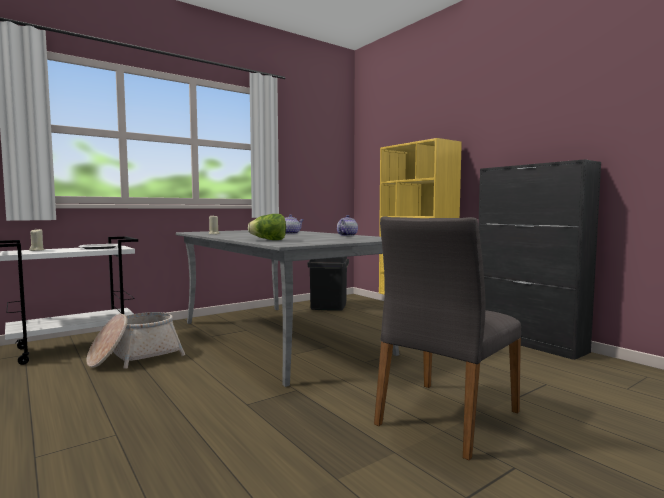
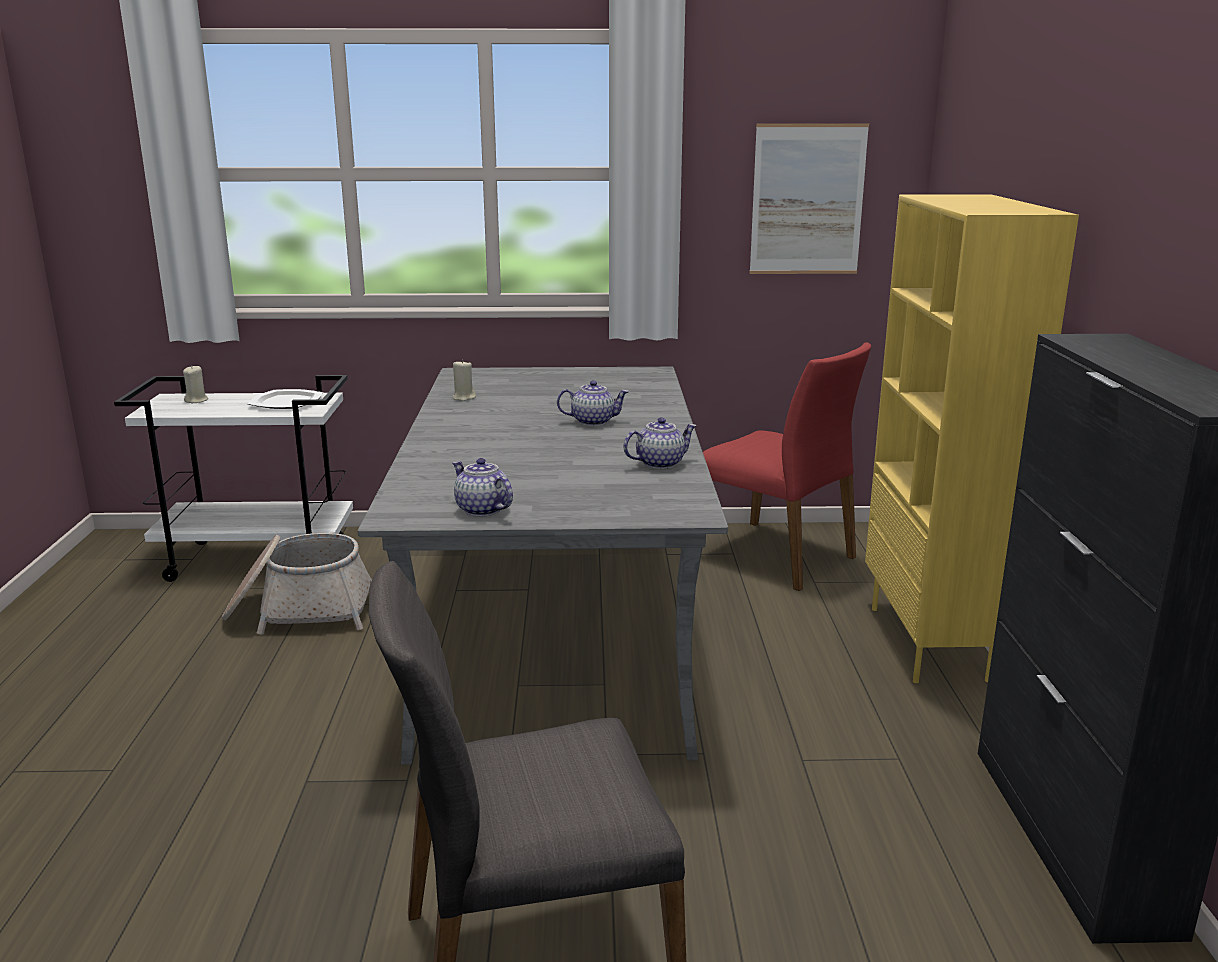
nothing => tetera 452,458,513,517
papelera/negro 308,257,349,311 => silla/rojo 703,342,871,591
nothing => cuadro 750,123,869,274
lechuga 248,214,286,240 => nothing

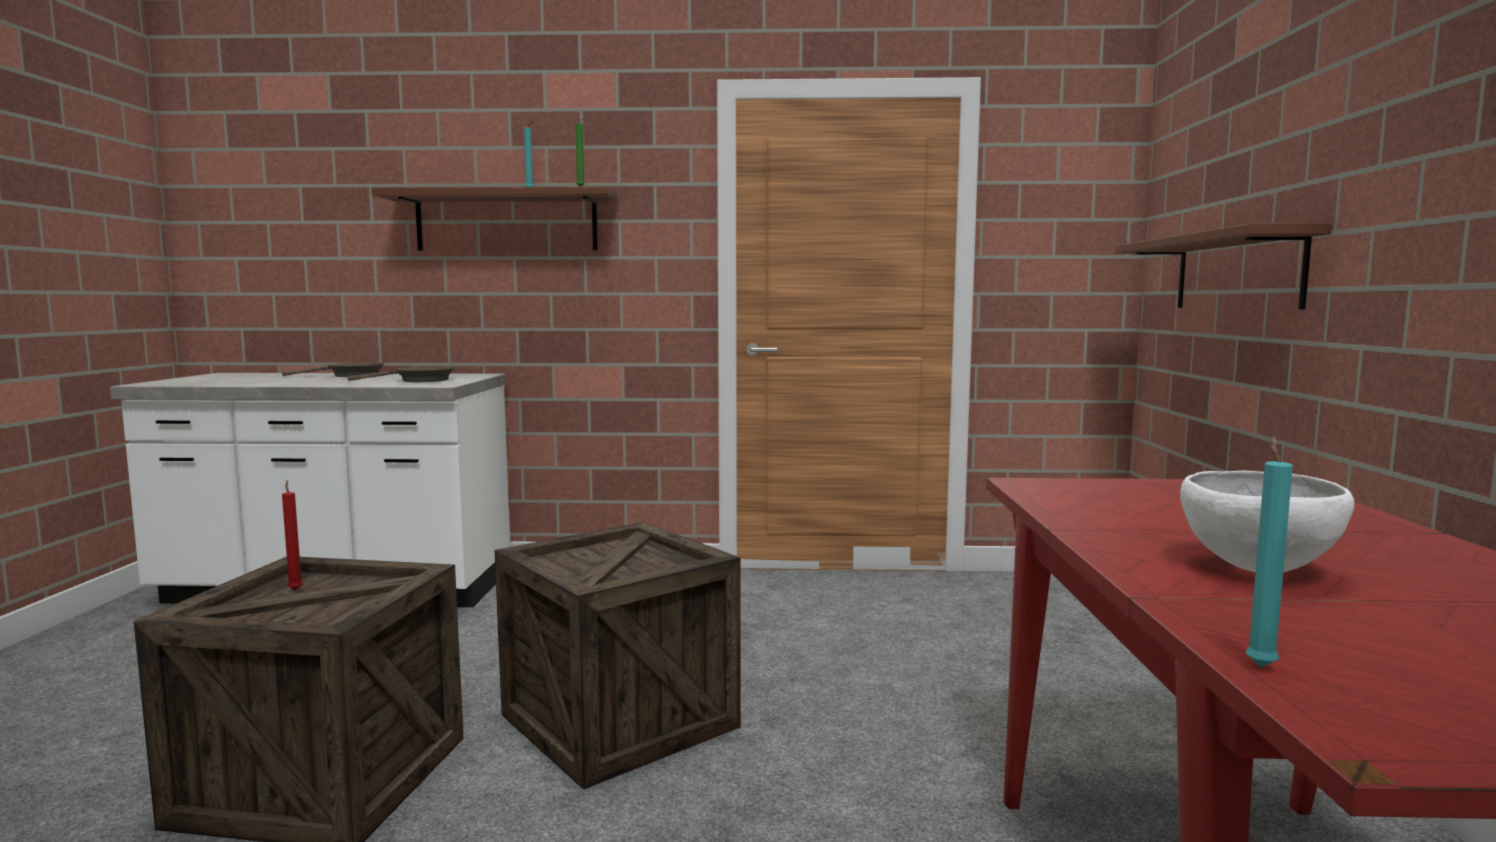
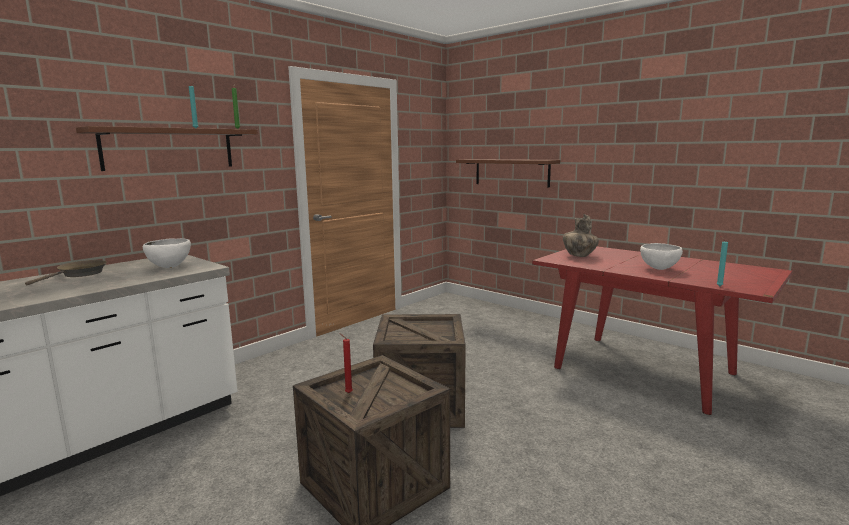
sartén/marrón 348,366,455,382 => cuenco/blanco 143,238,191,268
nothing => florero 563,214,599,257

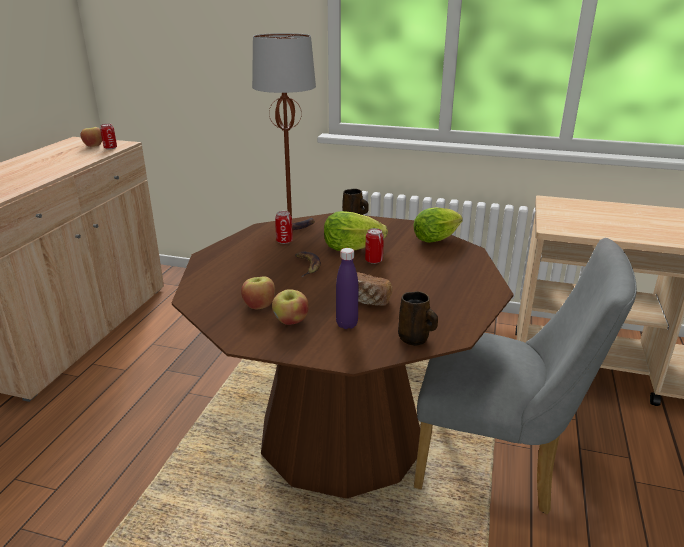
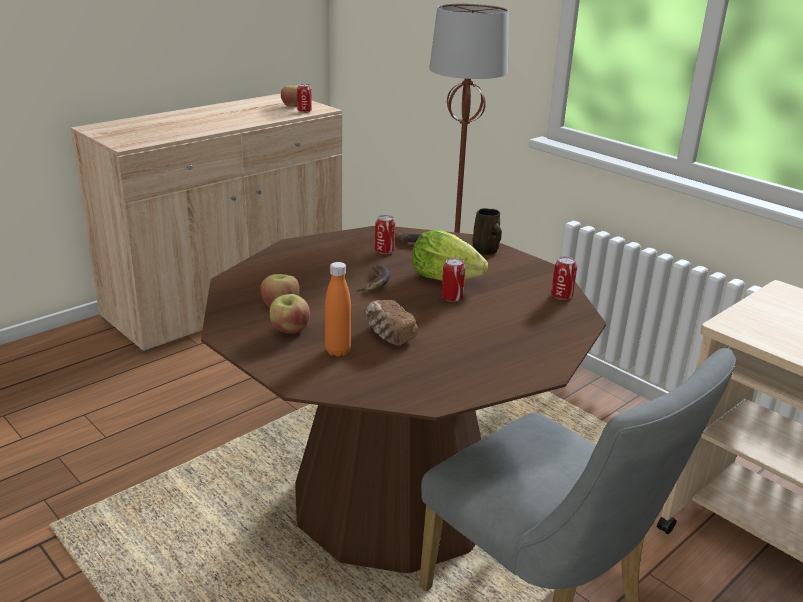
botella/morado 336,248,358,329 => botella/naranja 325,262,351,356
lechuga 414,208,463,243 => lata 551,256,577,300
taza grande/marrón 398,291,438,346 => nothing

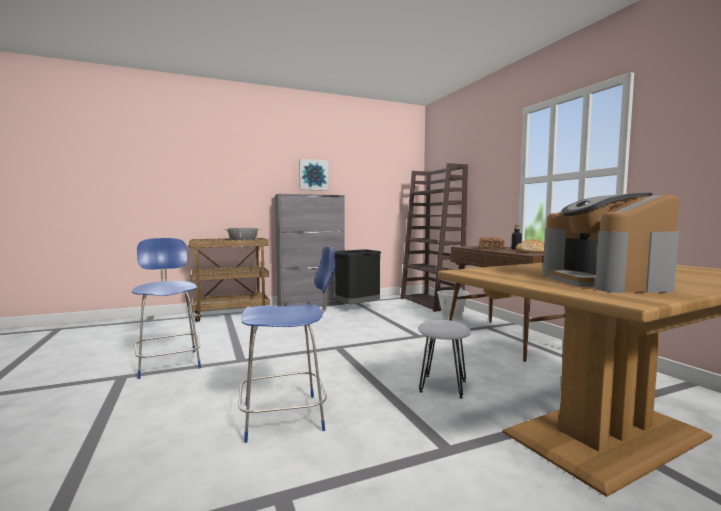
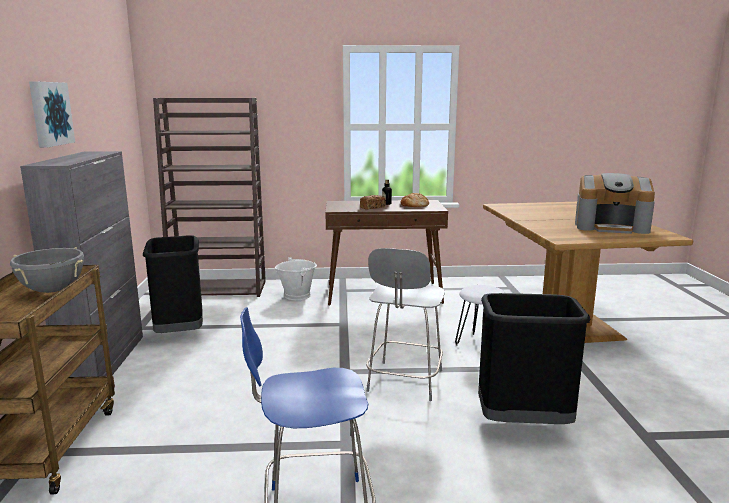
nothing => silla/gris 366,248,445,401
silla/azul 238,246,335,443 => papelera/negro 478,293,590,424

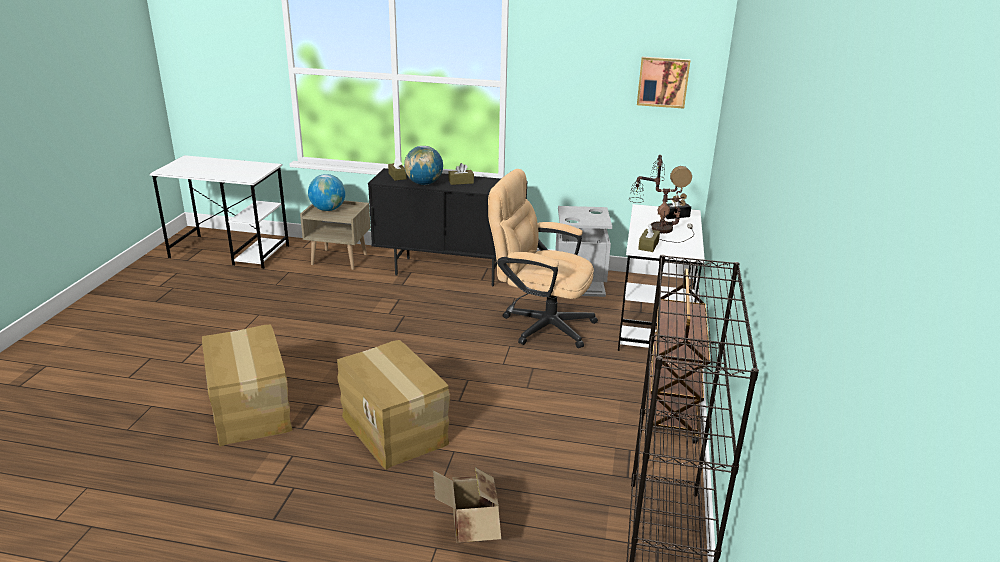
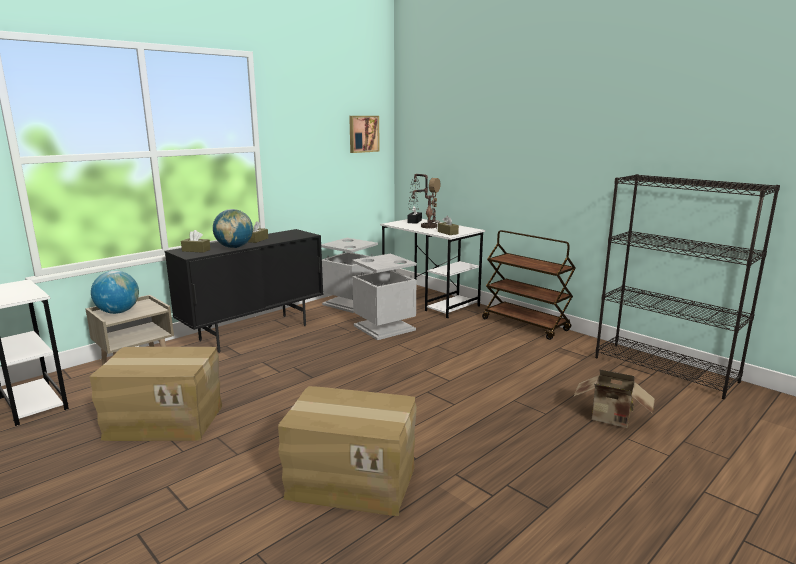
caja de cartón 337,340,450,470 => caja de cartón 90,347,222,441, moved
silla de oficina/beis 488,169,598,348 => papelera/gris 352,254,417,340

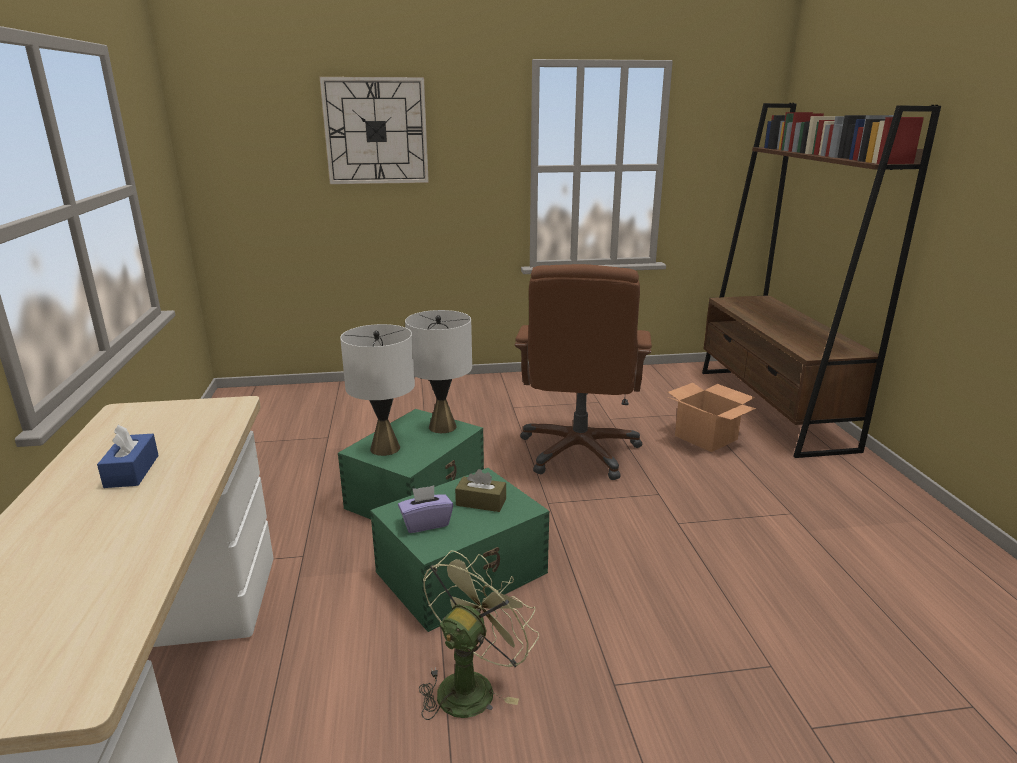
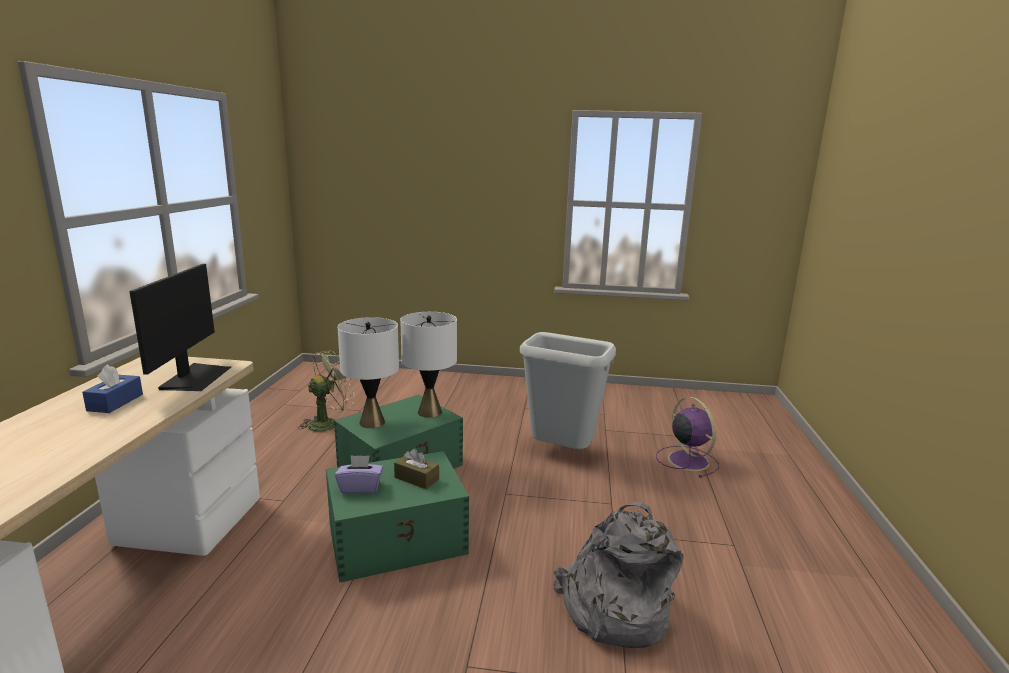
nothing => monitor 129,264,231,391
ventilador/verde 419,550,539,720 => ventilador/verde 299,350,355,431, moved
silla de oficina/marrón 515,264,652,480 => papelera/gris 520,332,616,449
nothing => mochila/gris 554,502,684,648
caja de cartón 668,383,756,452 => ventilador/morado 656,397,719,478
reloj de pared 320,77,429,184 => nothing
estantería/marrón 702,103,941,458 => nothing

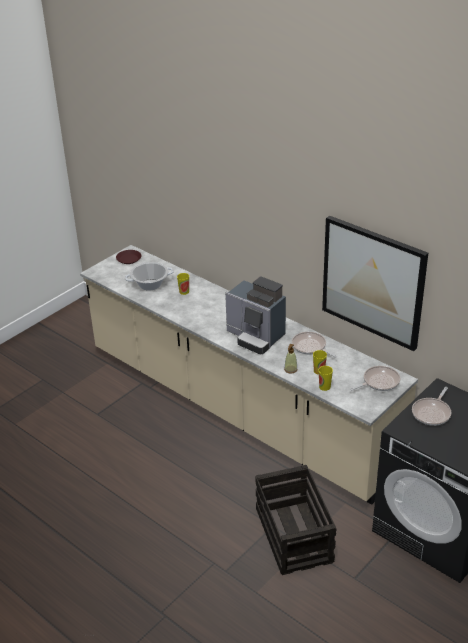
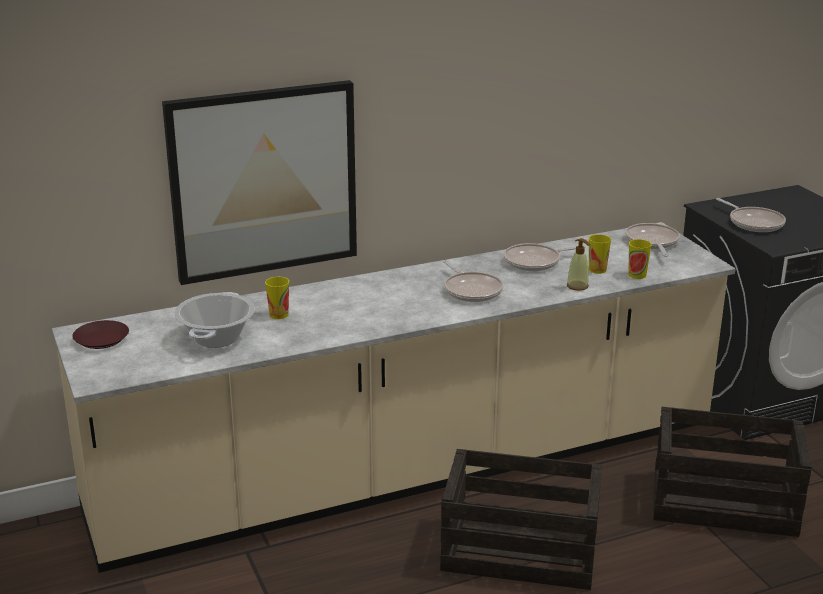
cuadro 322,215,428,351 => cuadro 162,80,357,285, moved
nothing => caja de embalaje 440,449,602,590
cafetera 225,276,286,354 => sartén 443,260,503,302

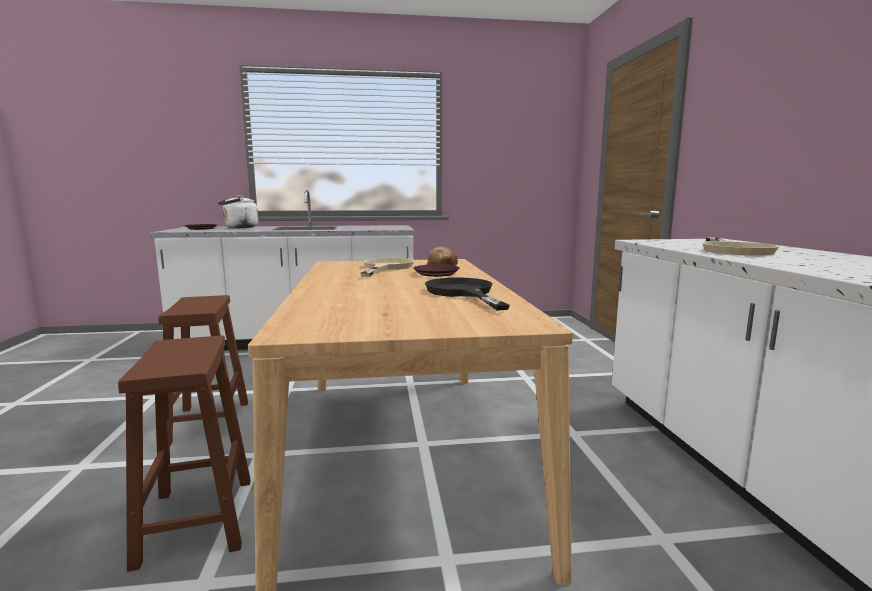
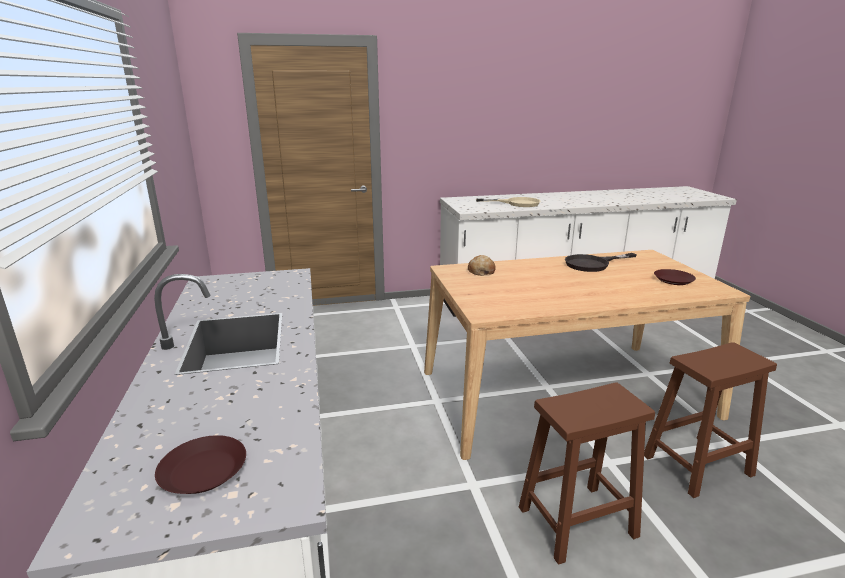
plato/marrón 413,264,460,277 => plato/marrón 654,269,696,285, moved
hervidor/blanco 218,195,258,228 => nothing
sartén/beis 360,258,414,277 => nothing

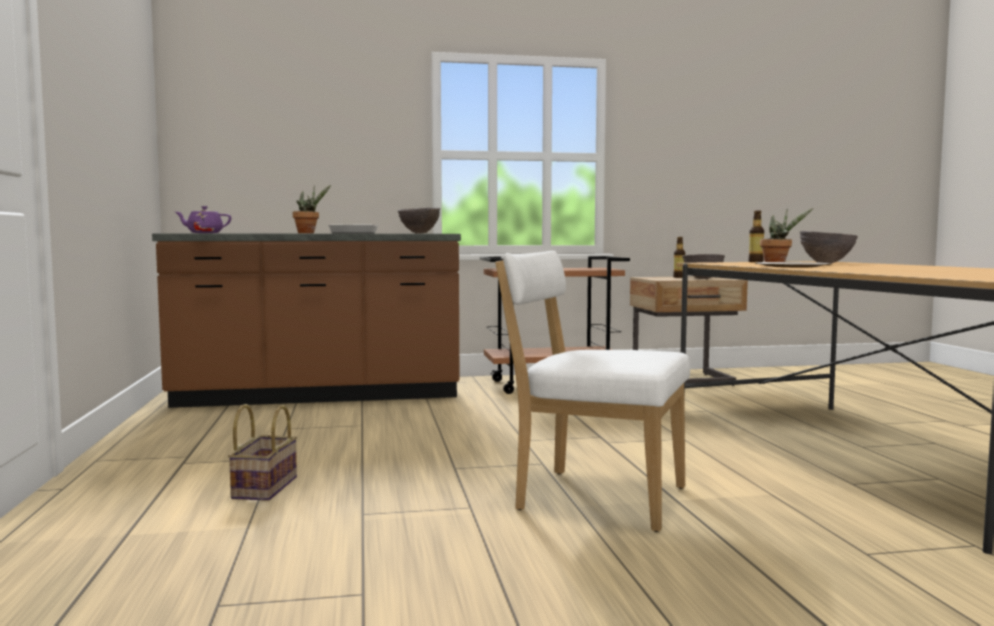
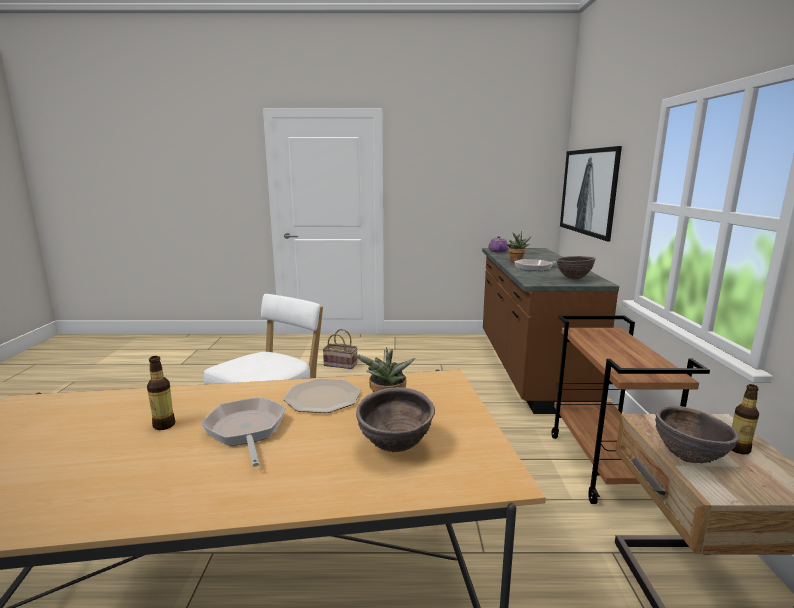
botella 748,210,764,262 => botella 147,356,175,430, moved
nothing => sartén 201,397,286,467
nothing => cuadro 560,146,622,241

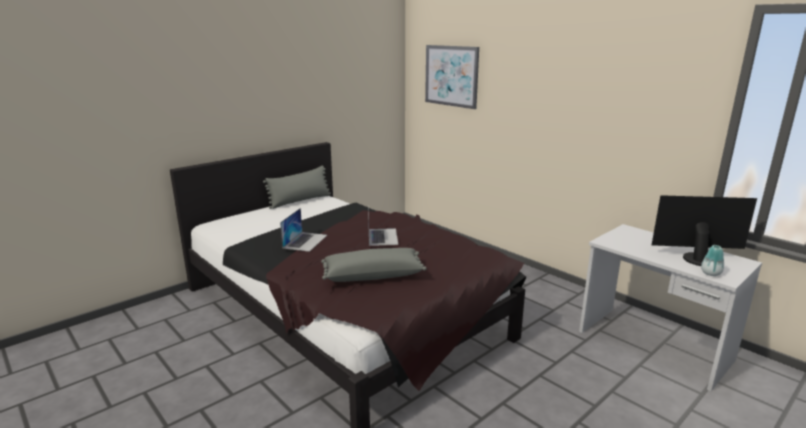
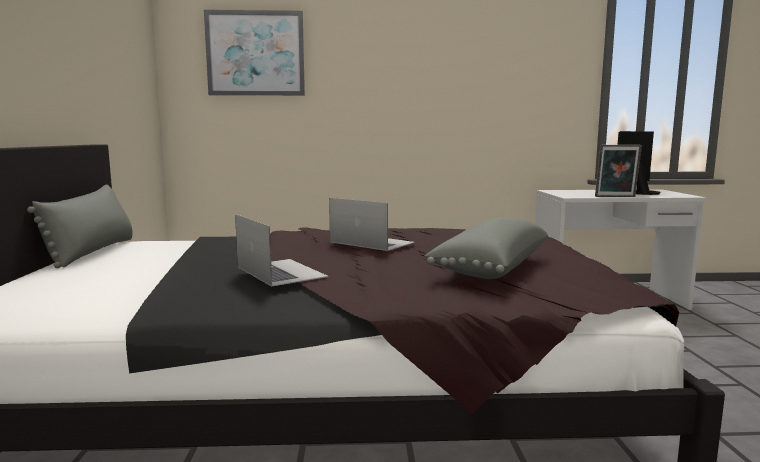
nothing => portarretratos 595,145,642,197
florero 701,245,724,276 => nothing

